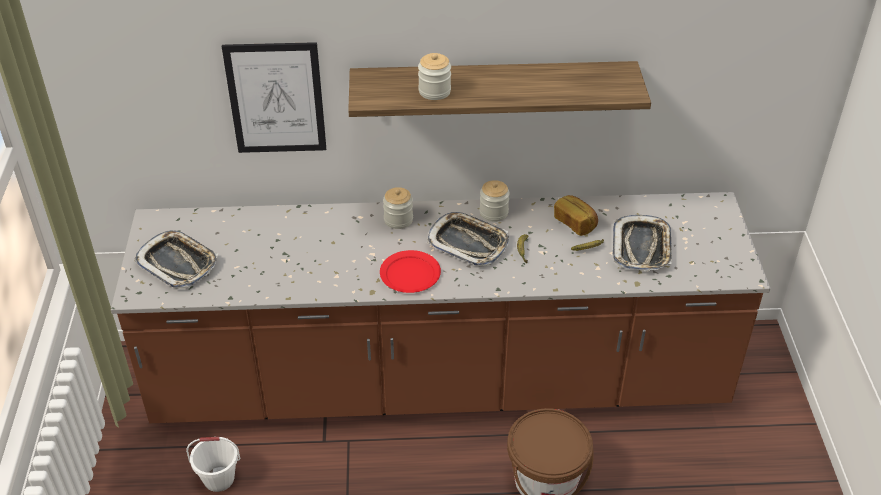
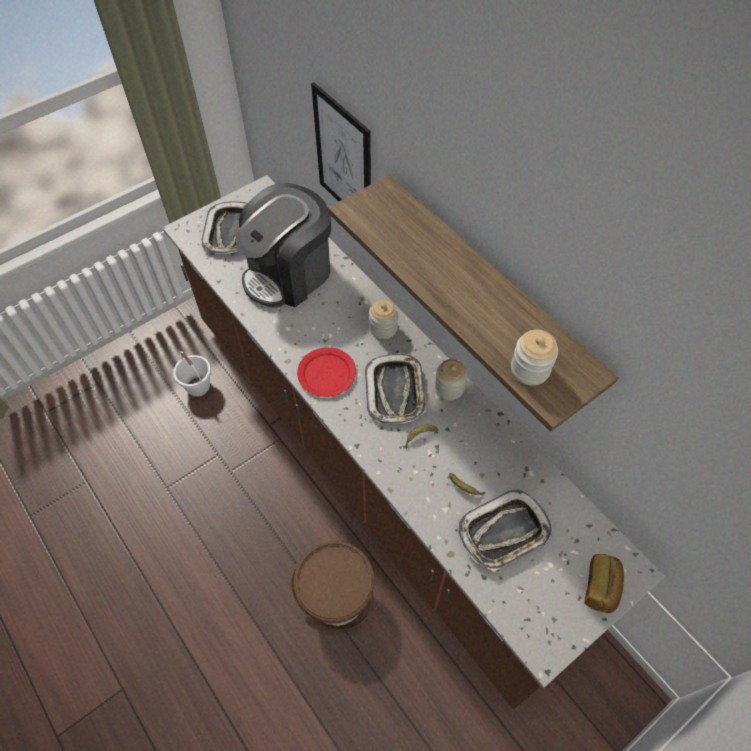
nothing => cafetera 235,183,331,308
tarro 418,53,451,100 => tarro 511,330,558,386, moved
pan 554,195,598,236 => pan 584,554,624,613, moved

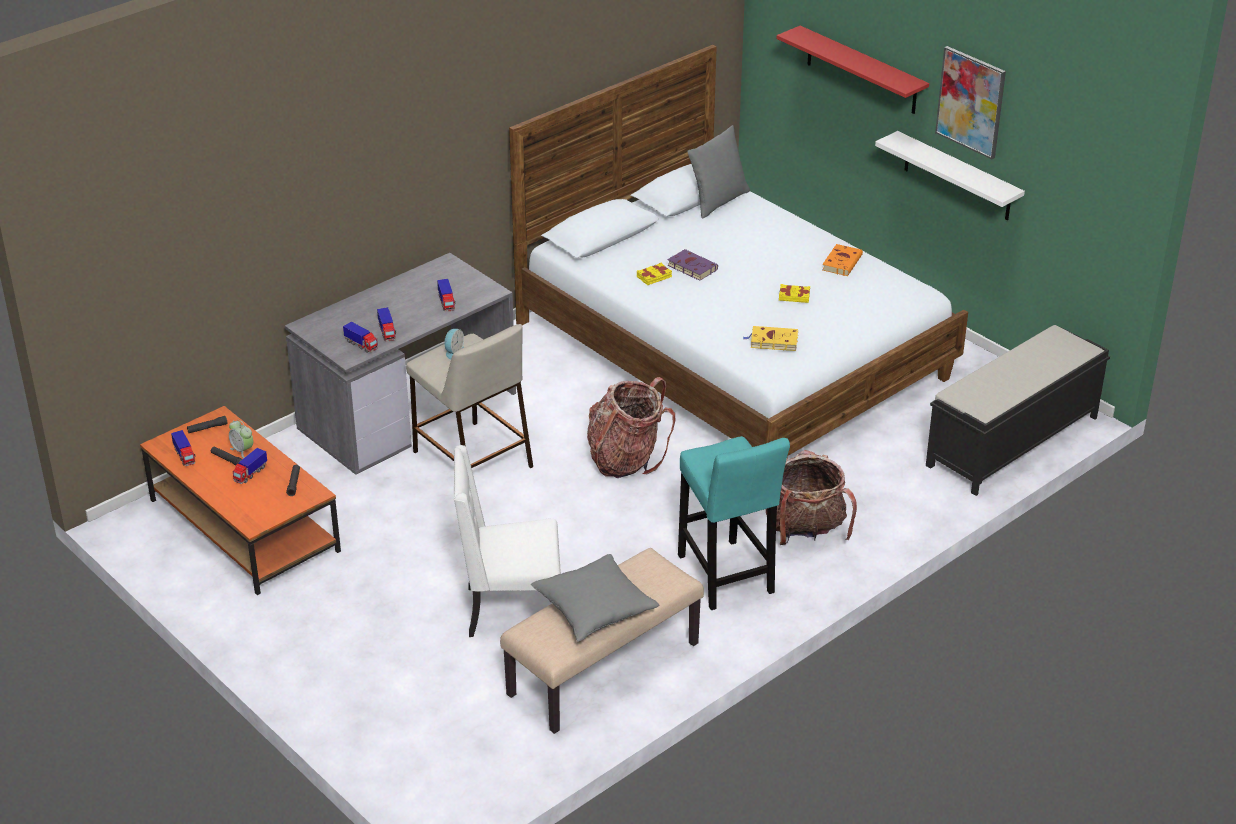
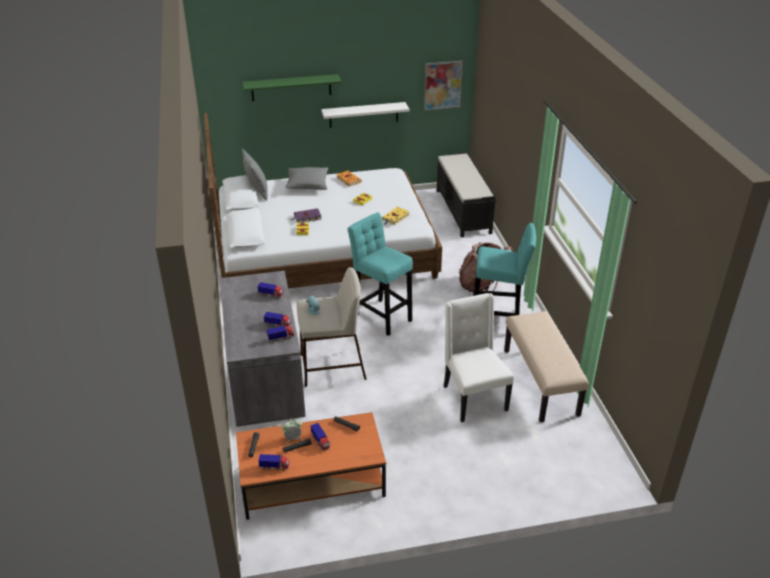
estante/rojo 776,26,929,114 => estante/verde 242,74,341,101
cojín/gris 531,554,659,642 => cojín/gris 285,167,328,190, moved
mochila 587,377,675,478 => taburete/turquesa 347,212,413,336
cuadro 935,46,1006,159 => cuadro 424,61,463,110, moved
silla/blanco 454,445,561,637 => silla/blanco 444,293,514,422, 135 degrees clockwise

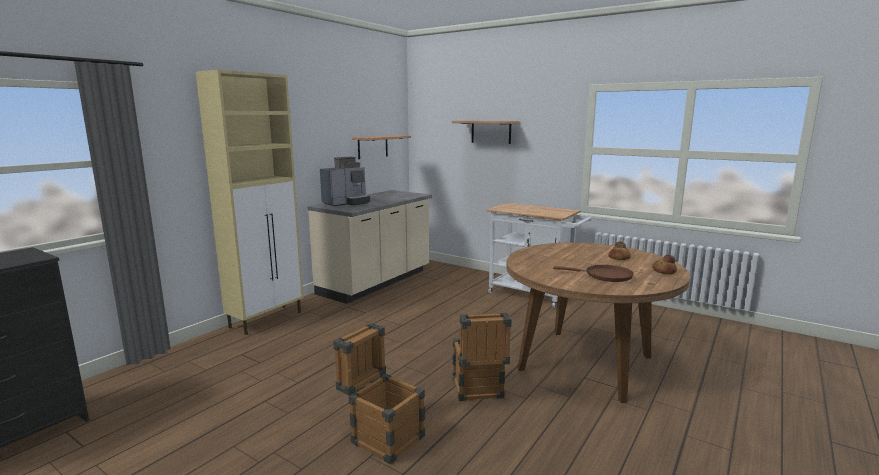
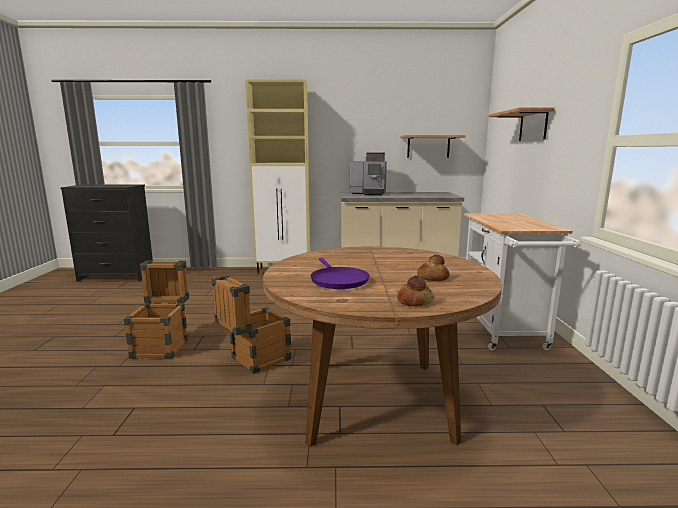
sartén/marrón 553,265,634,282 => sartén/morado 311,258,370,289

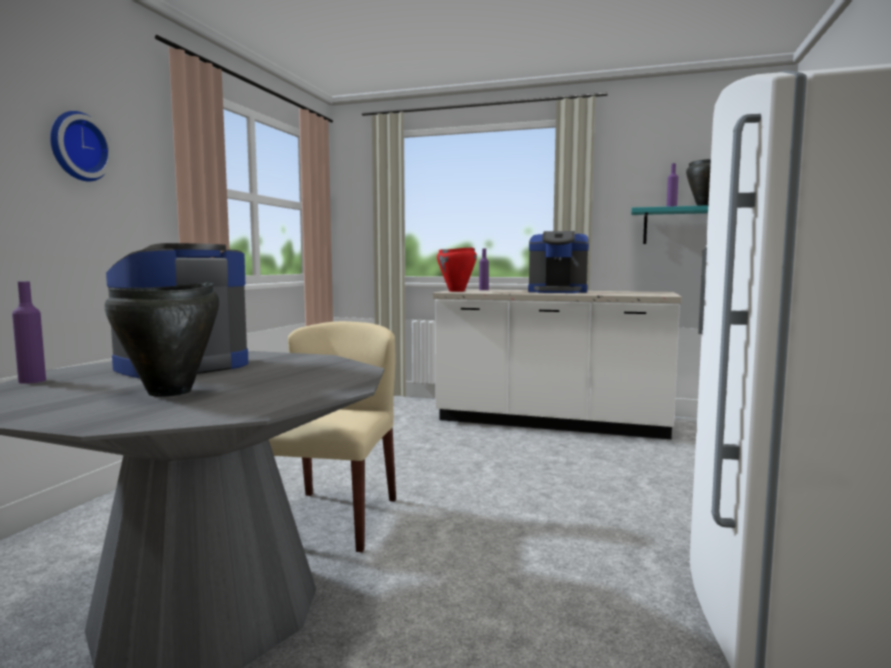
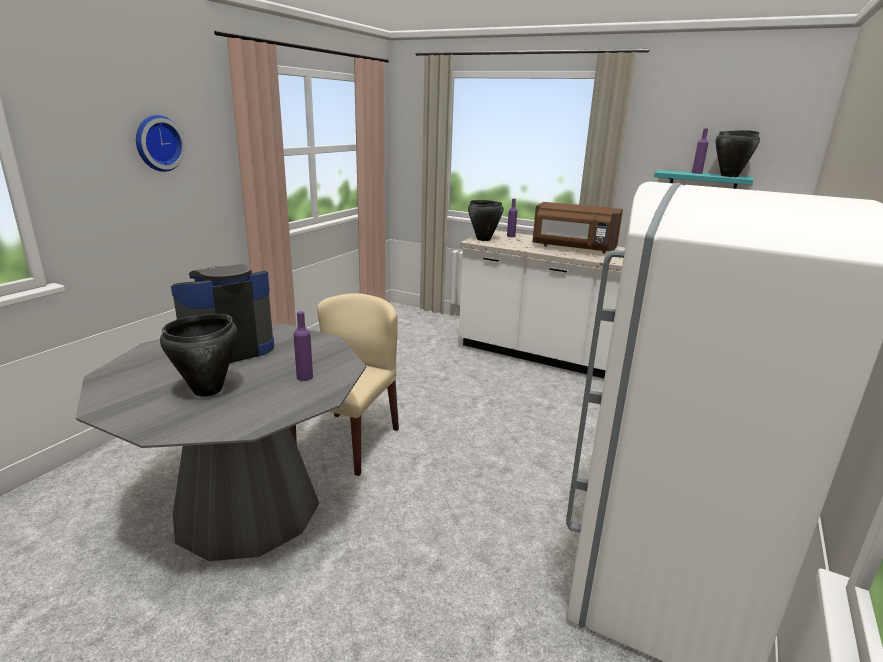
botella/morado 12,281,46,384 => botella/morado 294,311,313,381, moved
olla/rojo 437,247,477,292 => olla/negro 468,200,504,241
cafetera 528,231,589,293 => microondas/marrón 533,202,623,253

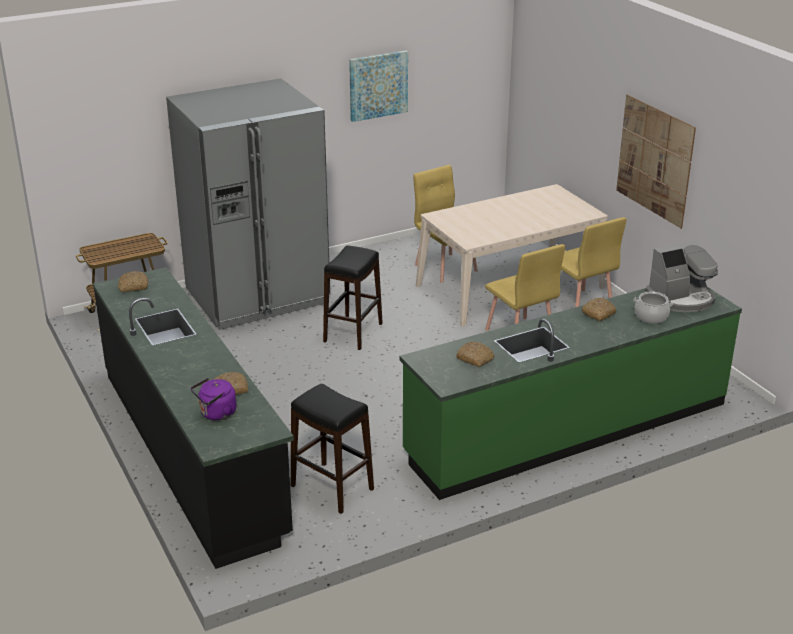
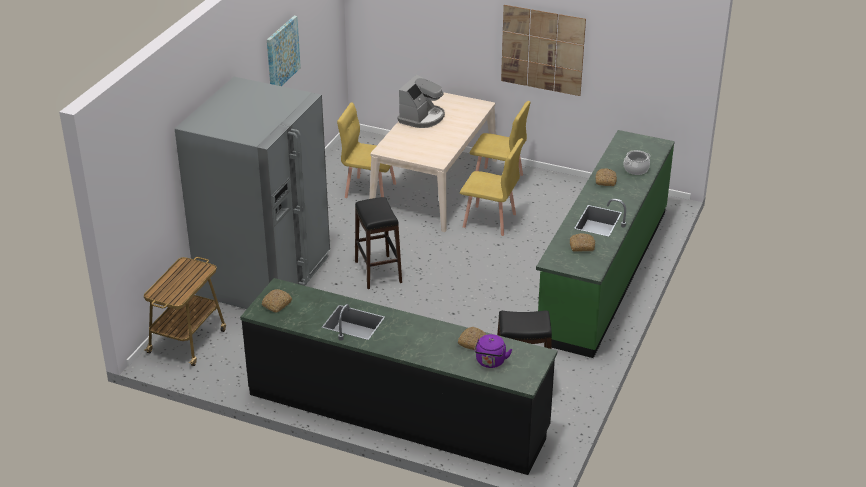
cafetera 645,240,718,312 => cafetera 398,75,445,128, moved

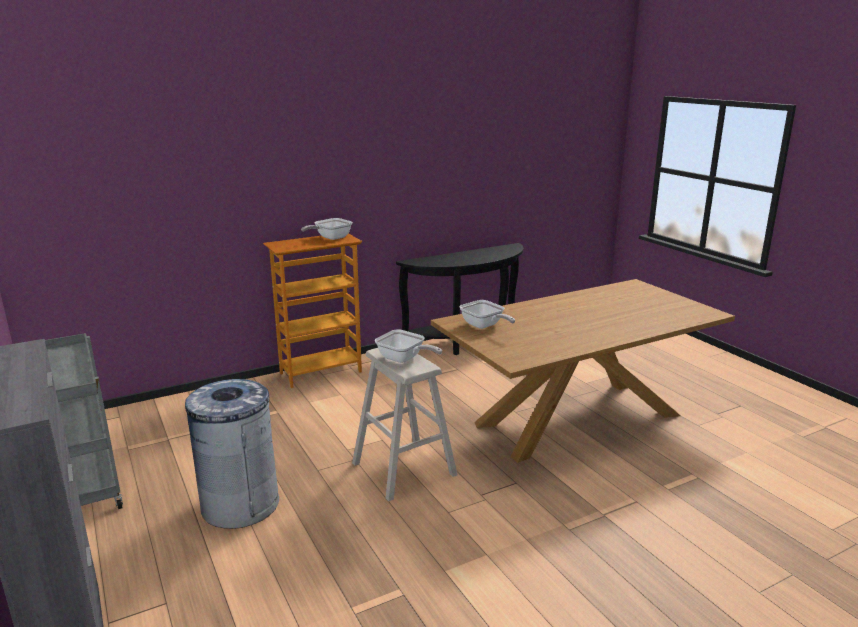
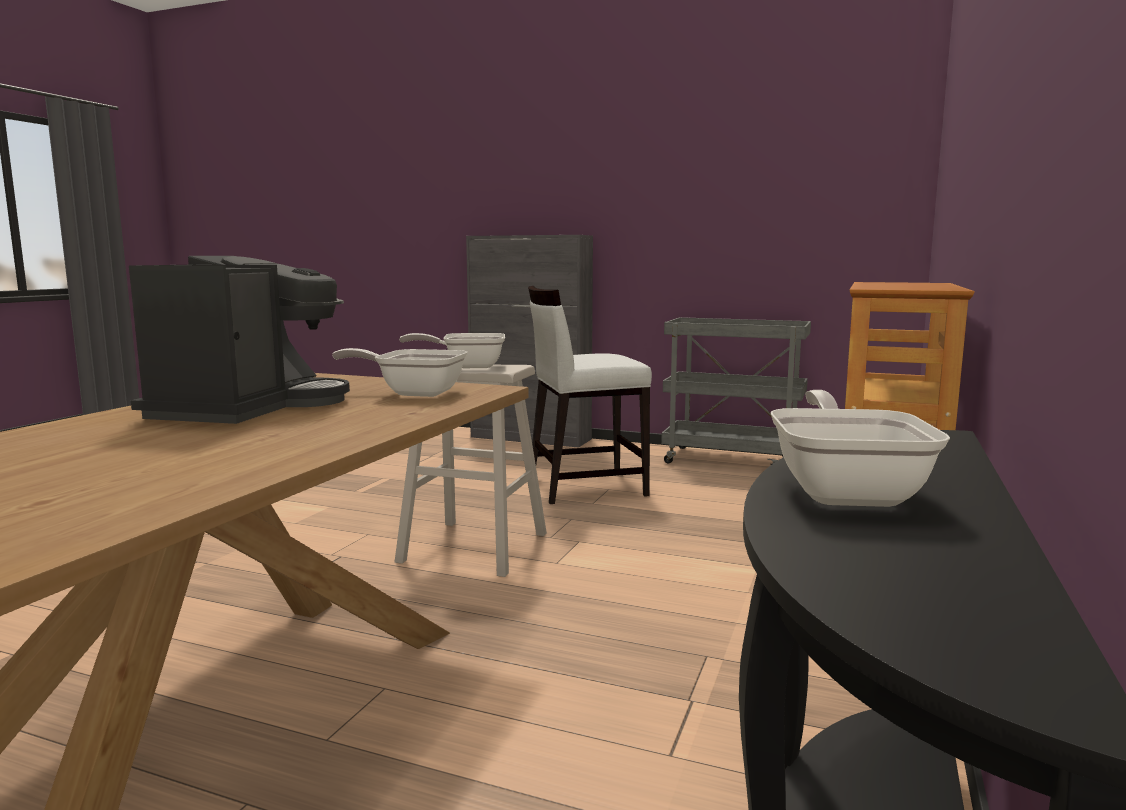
nothing => cafetera 129,256,350,424
papelera/gris 185,379,279,529 => silla/blanco 528,286,652,504
sartén 301,218,353,240 => sartén 771,390,950,507, moved

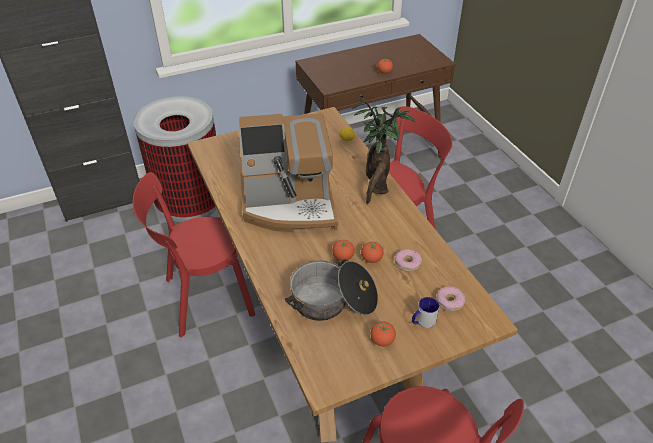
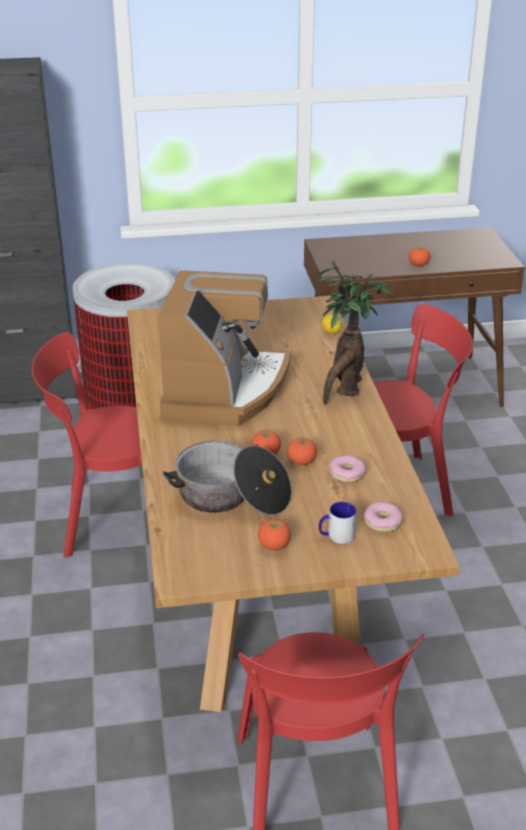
cafetera 238,113,338,232 => cafetera 158,270,291,426, 90 degrees counterclockwise

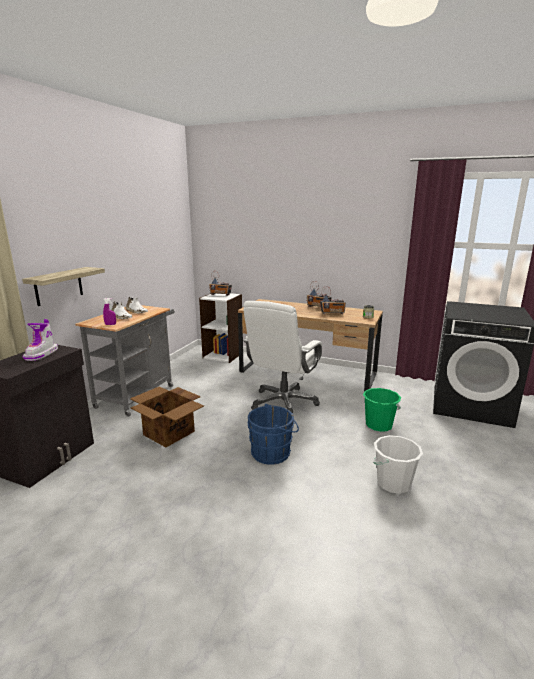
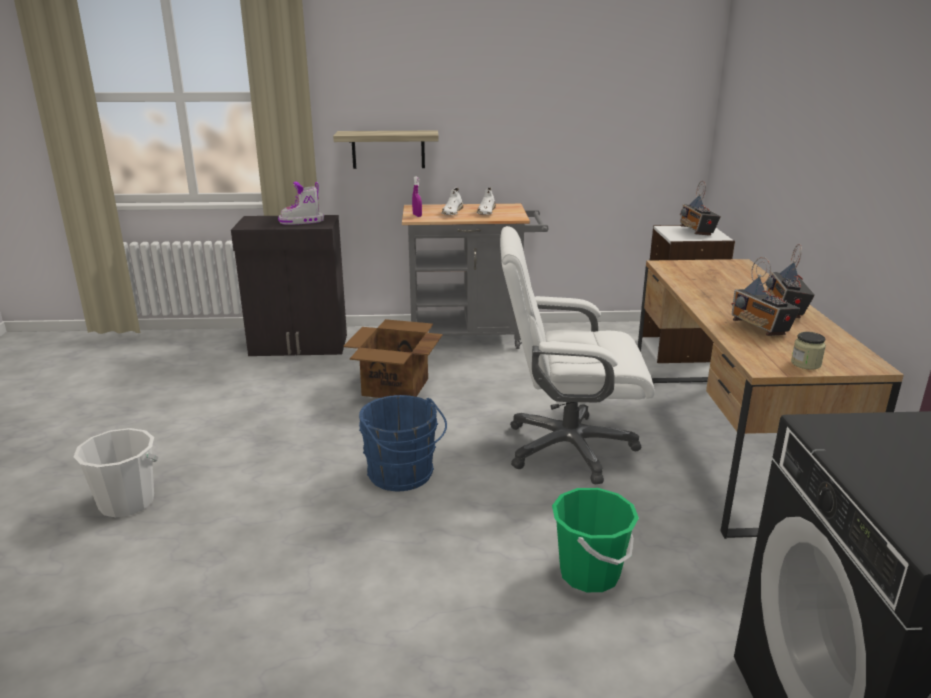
cubo/blanco 373,435,423,494 => cubo/blanco 73,428,158,517, moved

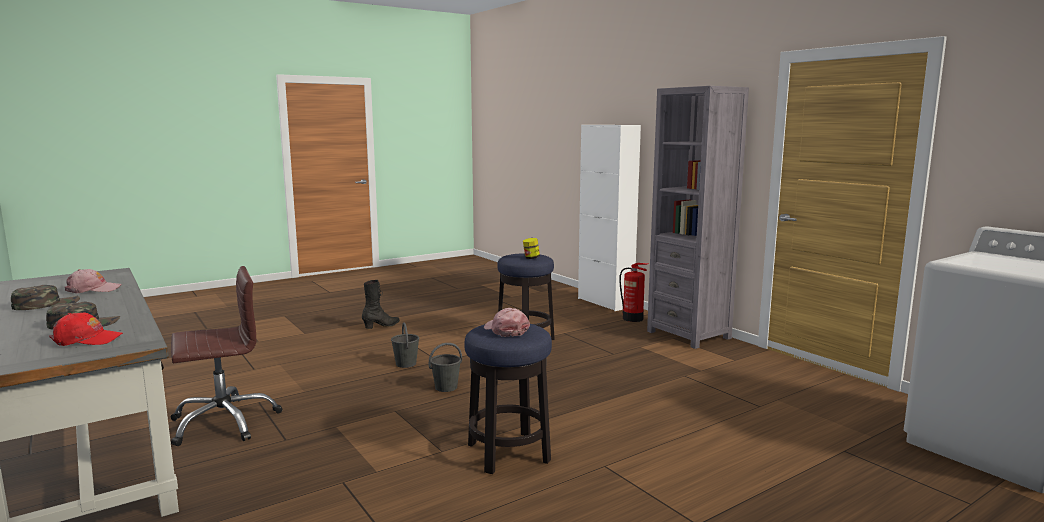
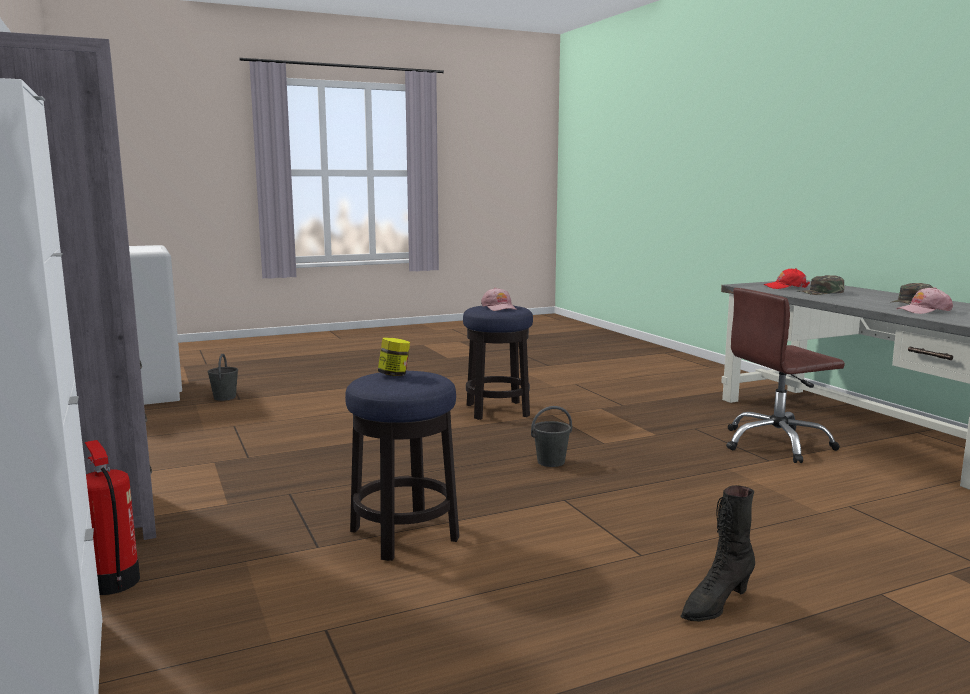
cubo/gris 391,322,419,368 => cubo/gris 207,354,238,401, moved

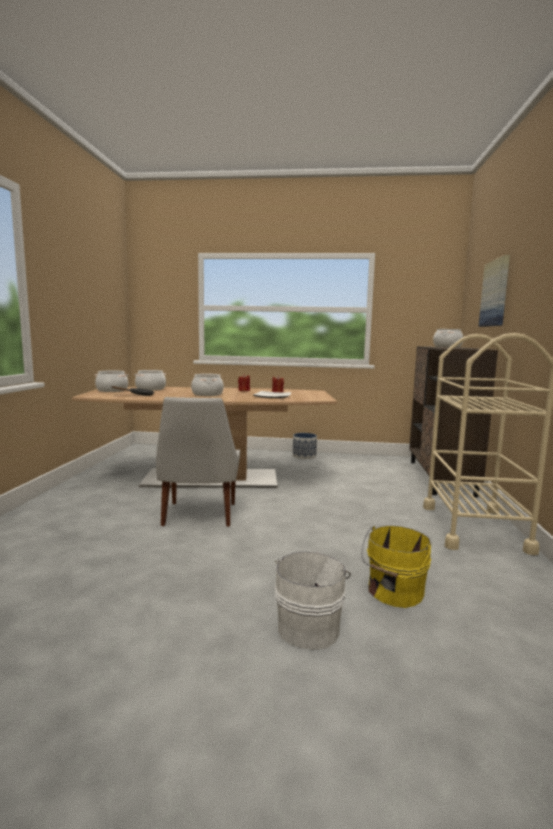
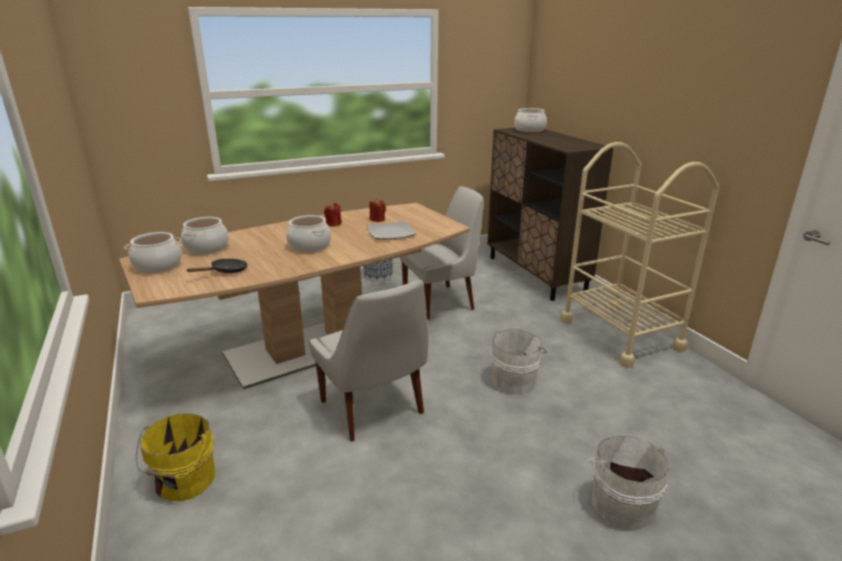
cubo/amarillo 362,525,431,608 => cubo/amarillo 136,413,215,501, moved
nothing => silla/blanco 400,186,484,320
nothing => cubo/blanco 491,329,547,395
cuadro 479,255,510,327 => nothing

